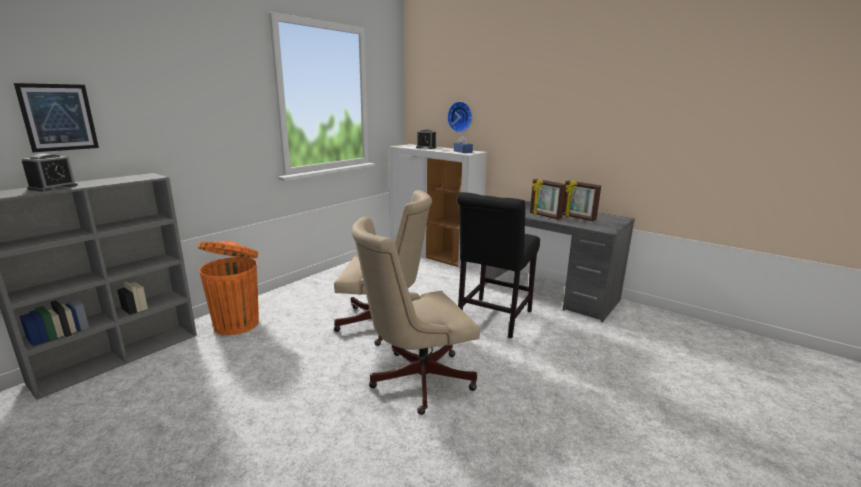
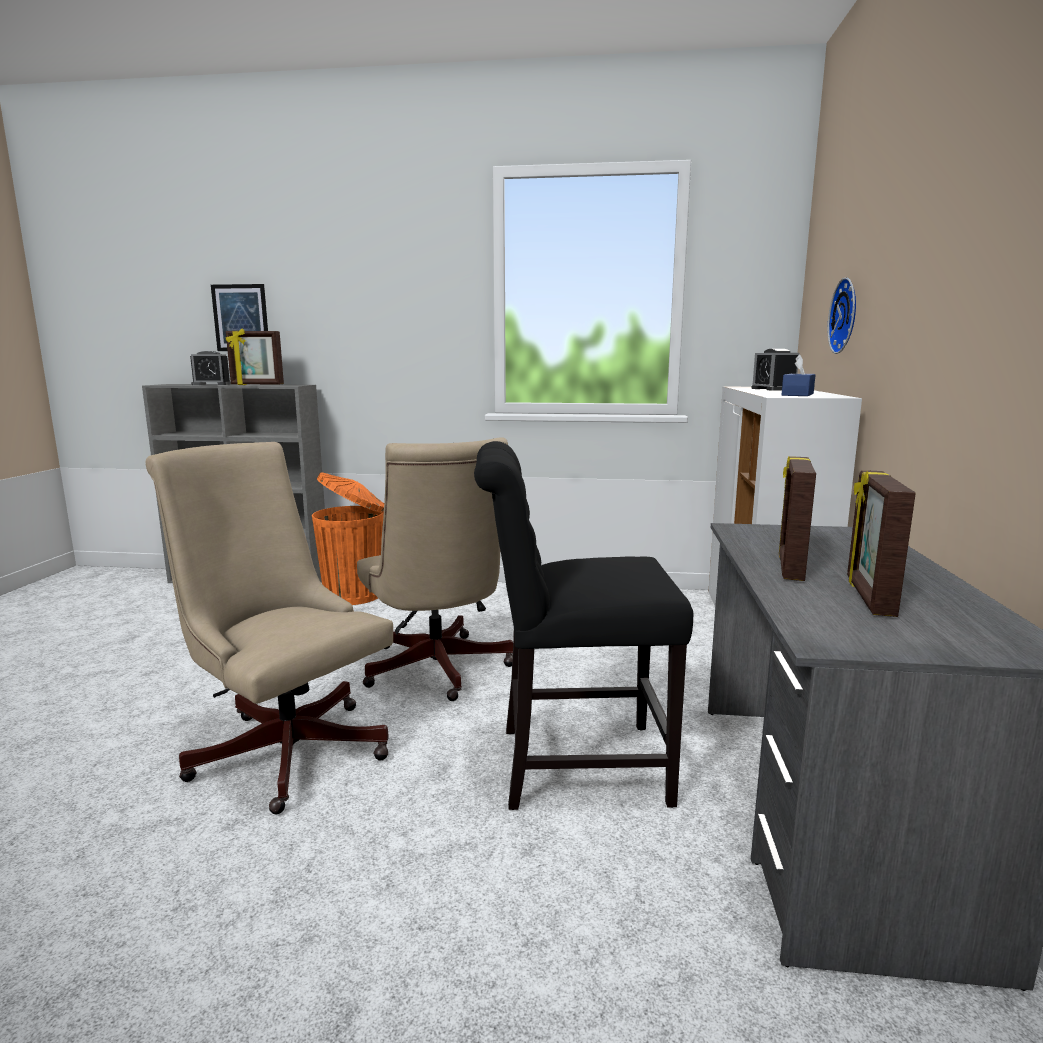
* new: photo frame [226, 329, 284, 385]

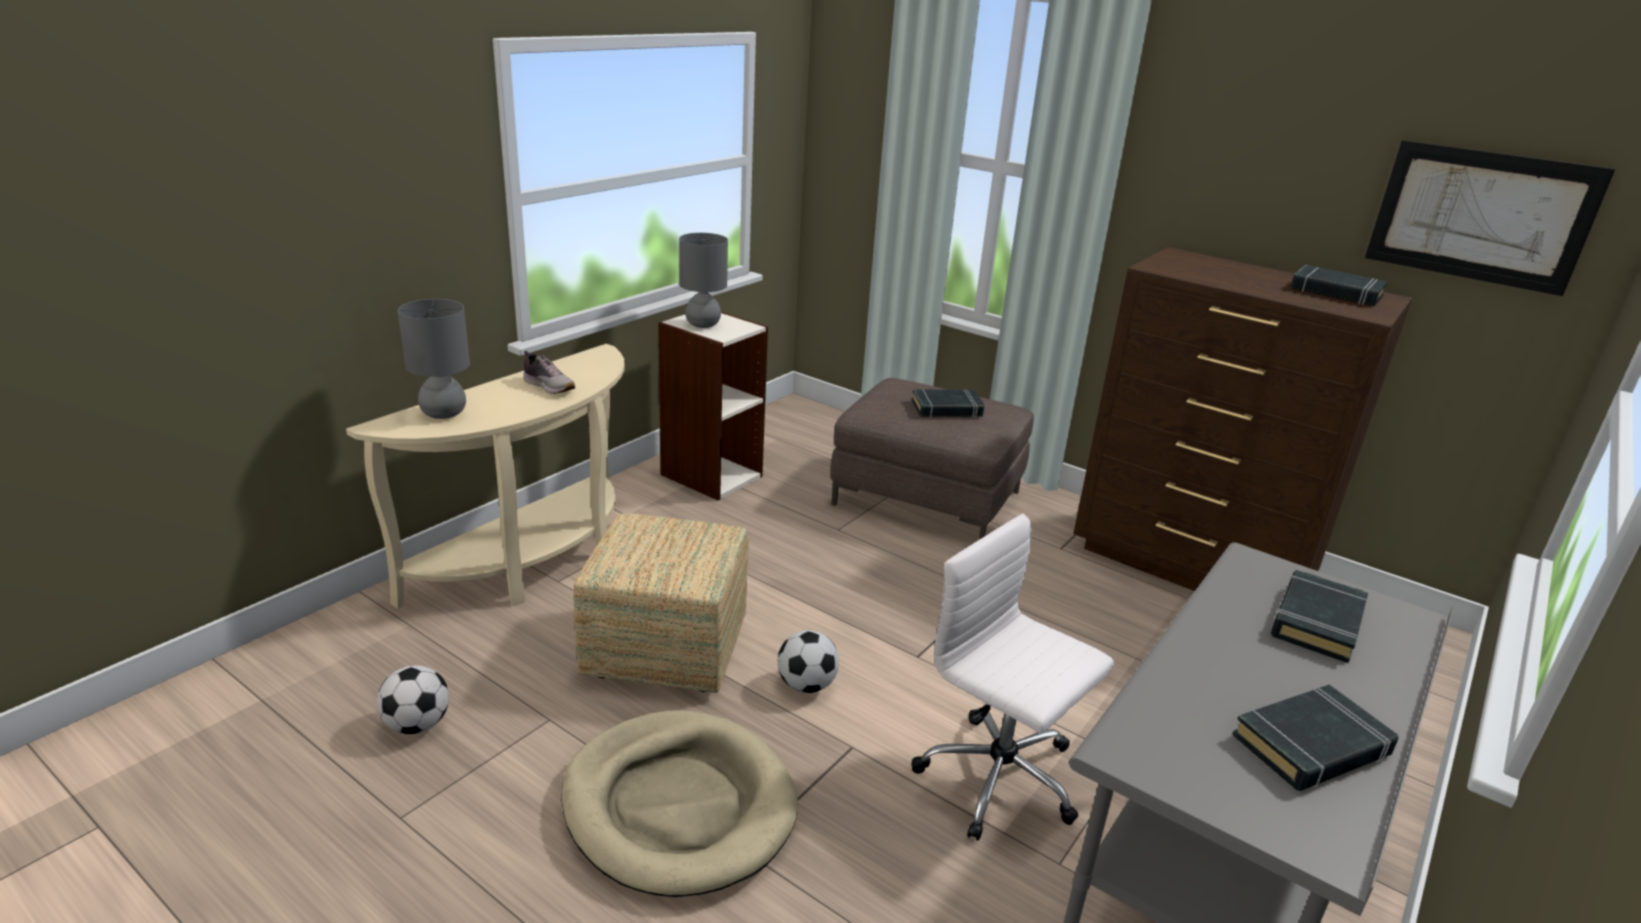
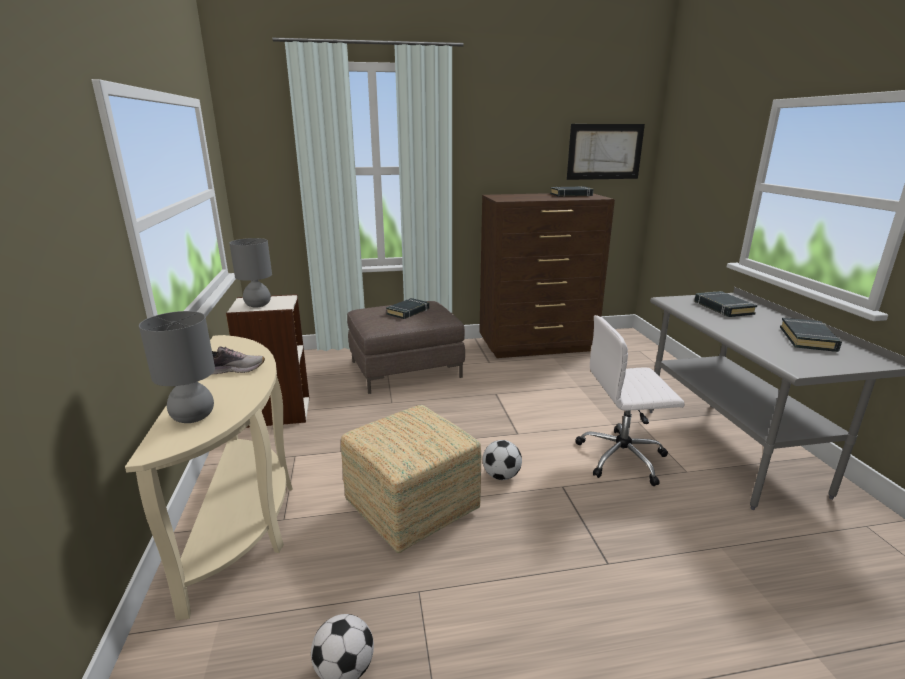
* gone: beige pet bed [561, 710, 798, 897]

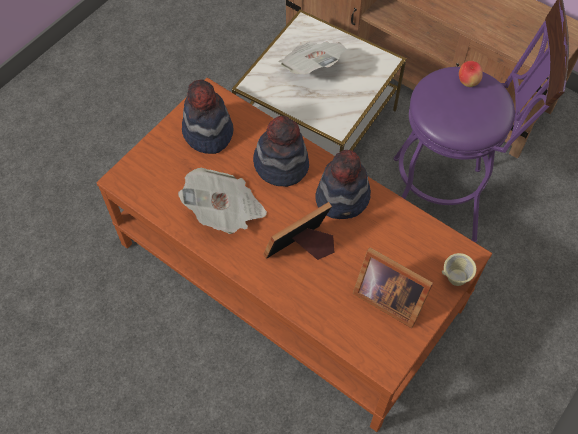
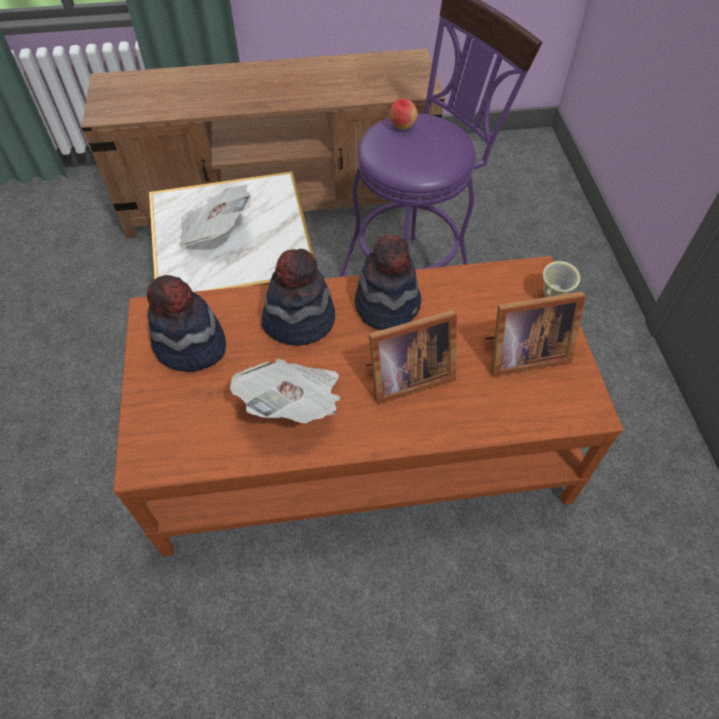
* rotated: photo frame [263, 202, 334, 260] = [366, 310, 457, 404] 120 degrees counterclockwise

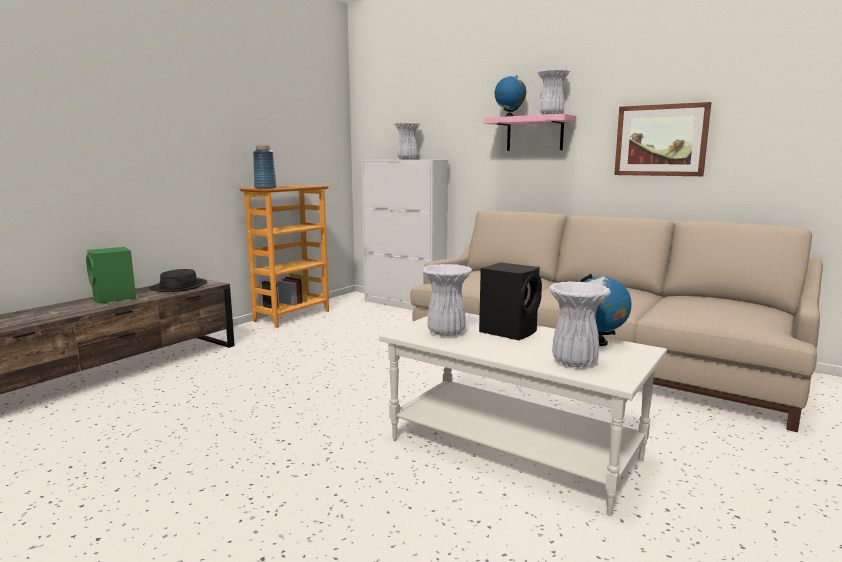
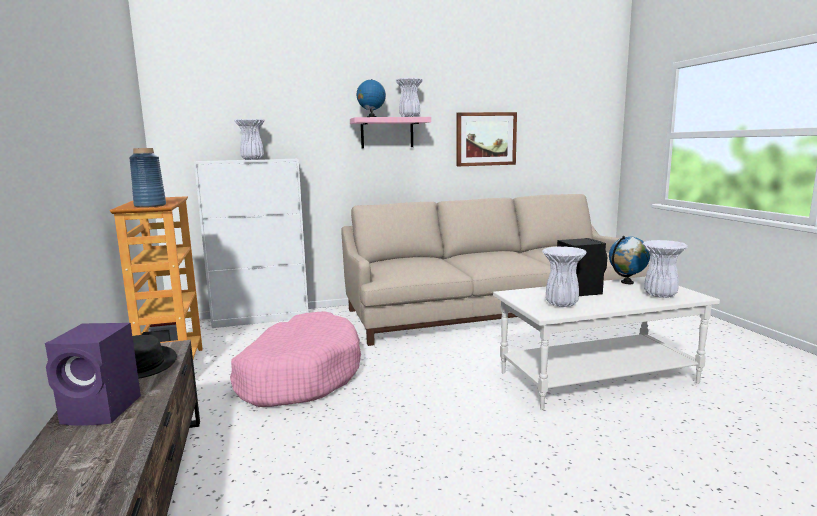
* repainted: green speaker [86, 247, 136, 304] to purple-coloured speaker [45, 323, 141, 425]
* new: pink pet bed [230, 311, 361, 407]

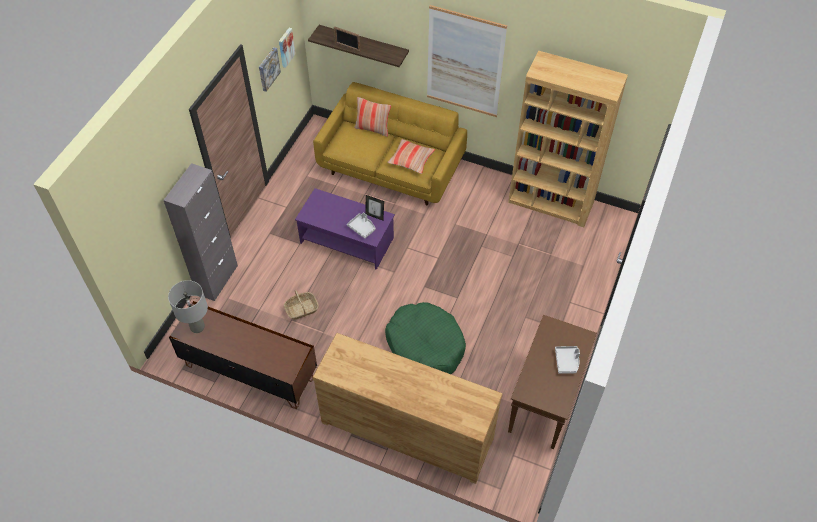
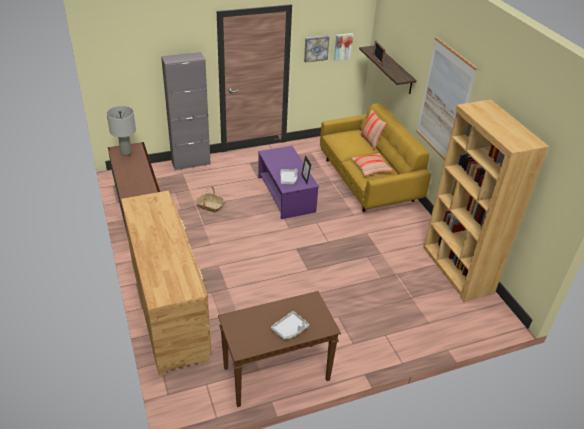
* gone: green pet bed [385, 302, 466, 374]

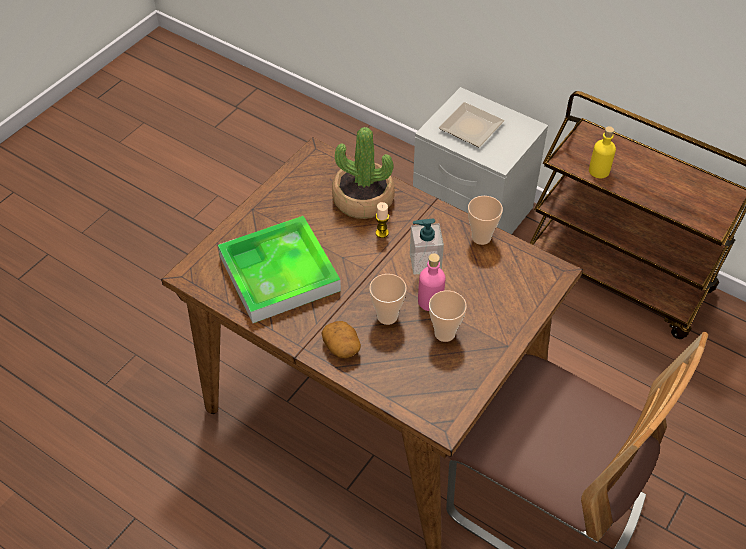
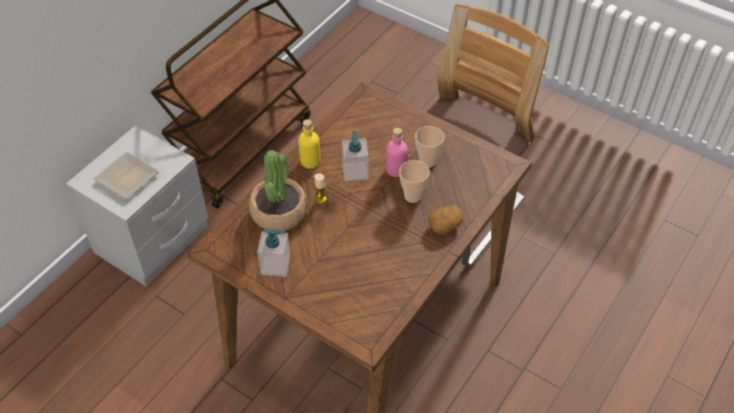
* shifted: yellow-coloured beverage bottle [589, 126, 616, 178] to [298, 119, 321, 168]
* gone: cup [468, 196, 503, 245]
* gone: tray [218, 216, 341, 323]
* new: liquid soap bottle [257, 228, 290, 277]

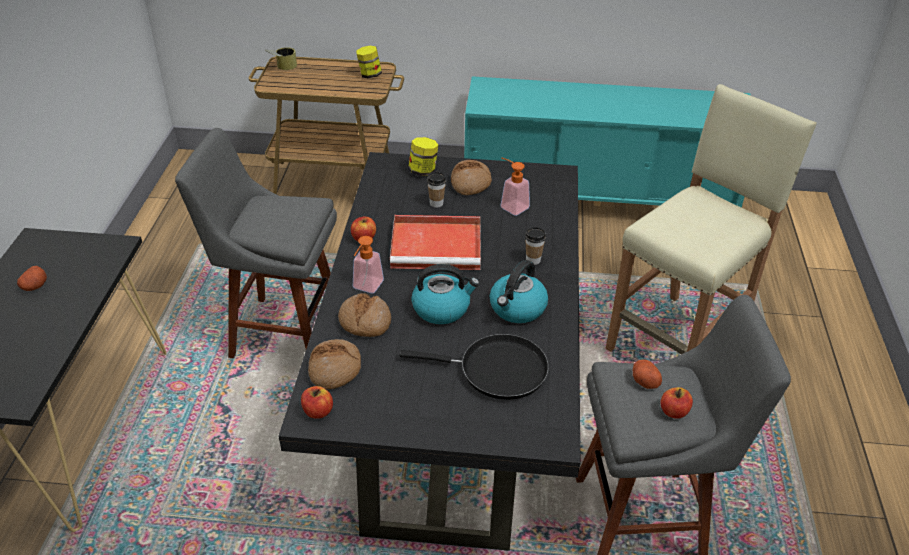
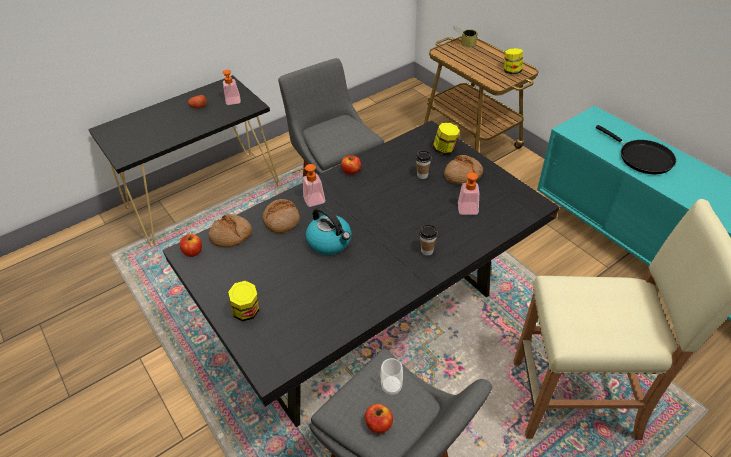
* gone: red tray [390, 215, 481, 270]
* gone: tea kettle [490, 260, 548, 323]
* shifted: blackish frying pan [399, 334, 549, 400] to [596, 125, 676, 174]
* swapped: spud [633, 359, 662, 389] to cup [381, 358, 403, 395]
* new: liquid soap bottle [222, 70, 241, 105]
* new: jar [228, 281, 259, 321]

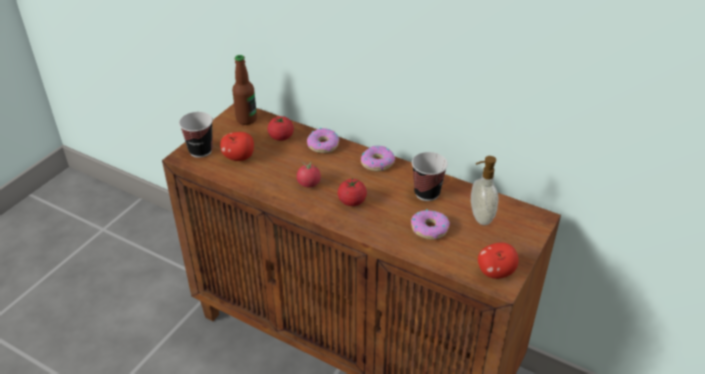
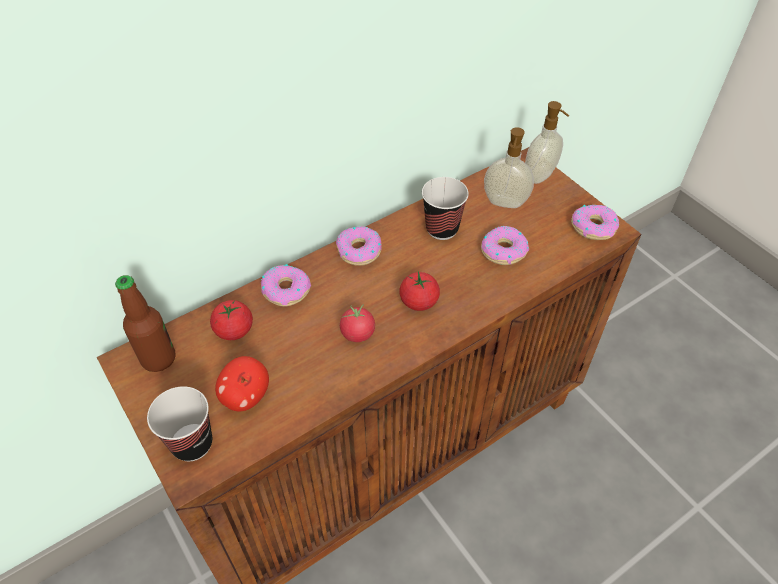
* swapped: apple [478, 243, 519, 279] to ring doughnut [571, 205, 619, 240]
* new: liquid soap bottle [525, 101, 569, 184]

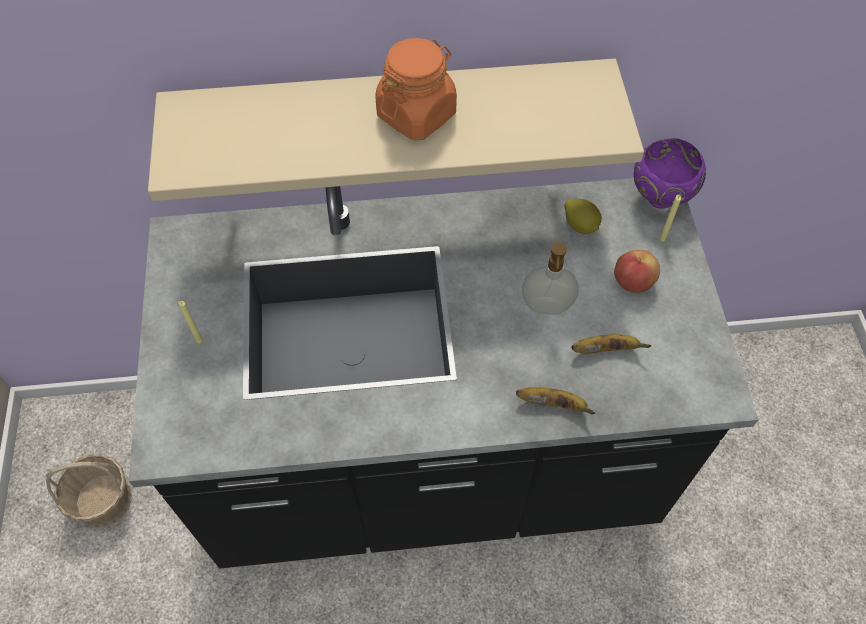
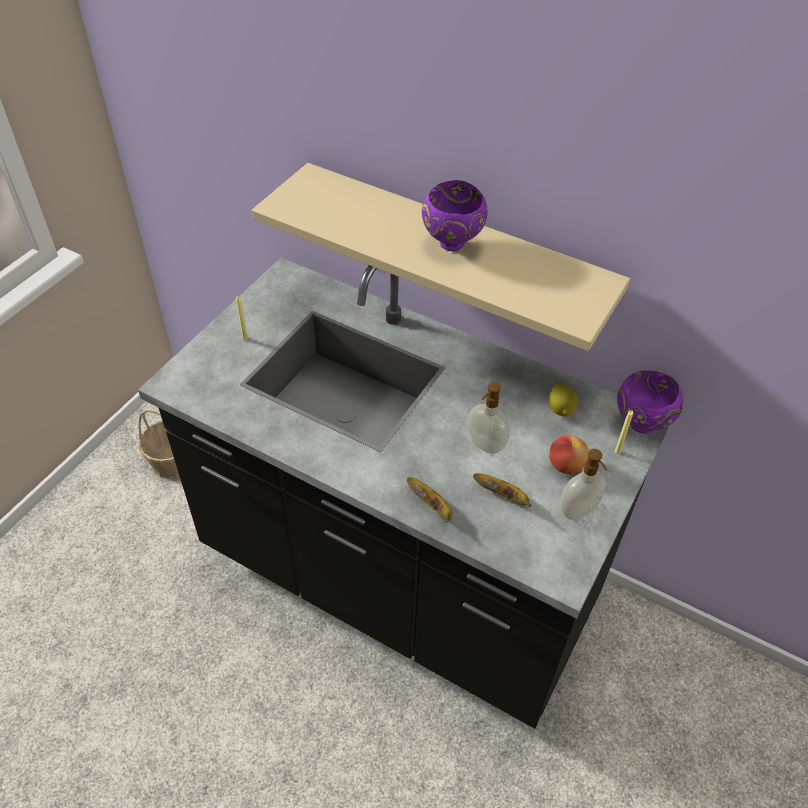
* swapped: orangey jar [375, 38, 457, 140] to purple-coloured serving bowl [422, 180, 488, 252]
* new: liquid soap bottle [560, 449, 608, 520]

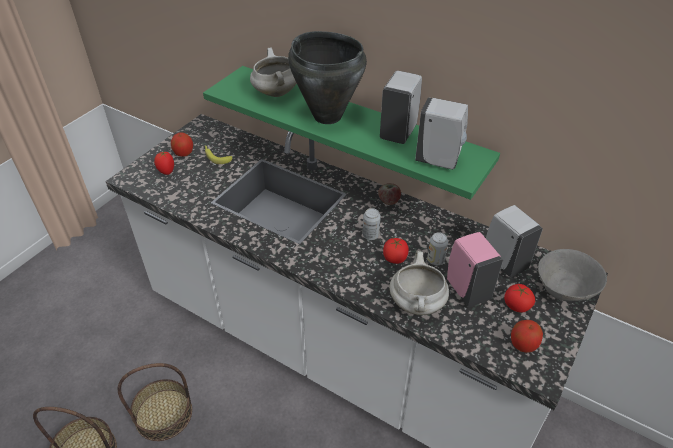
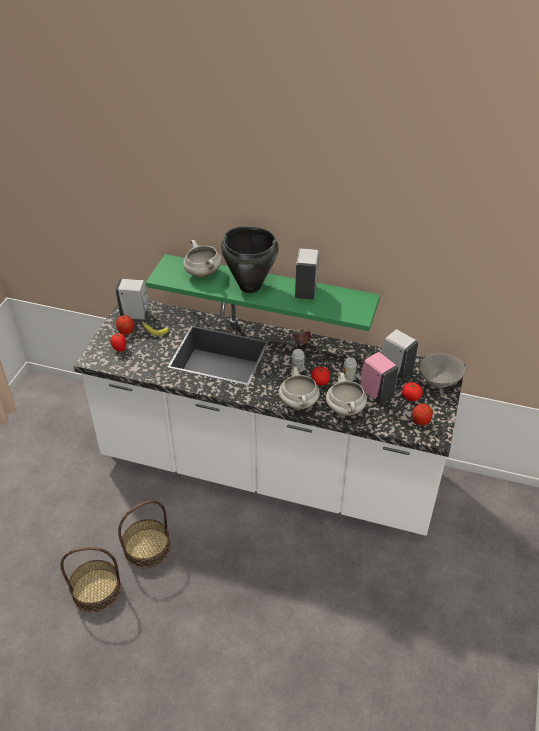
* shifted: white liquid soap bottle [415, 97, 468, 170] to [115, 279, 148, 320]
* new: white saucepot [279, 367, 320, 409]

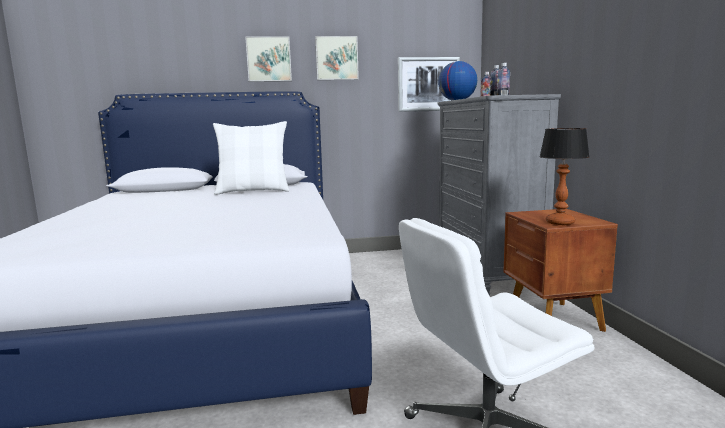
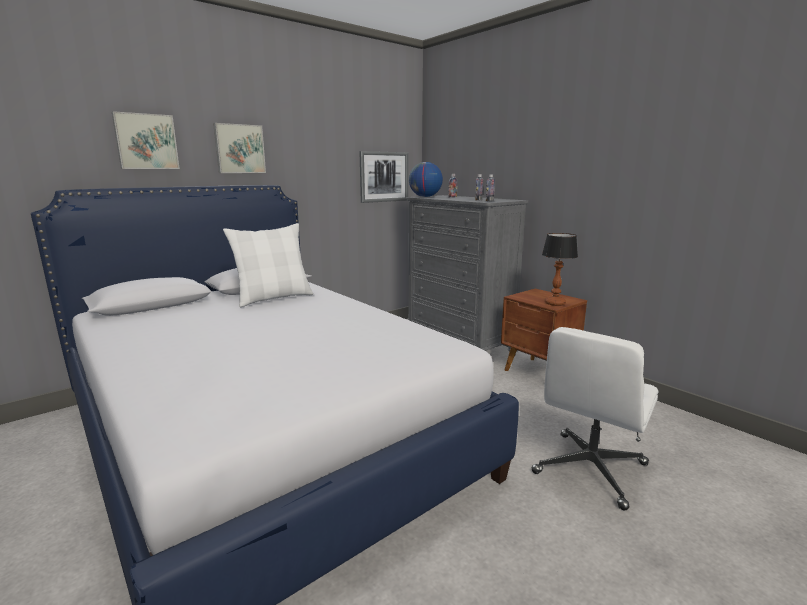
* shifted: wall picture [315, 36, 359, 80] to [112, 111, 180, 169]

